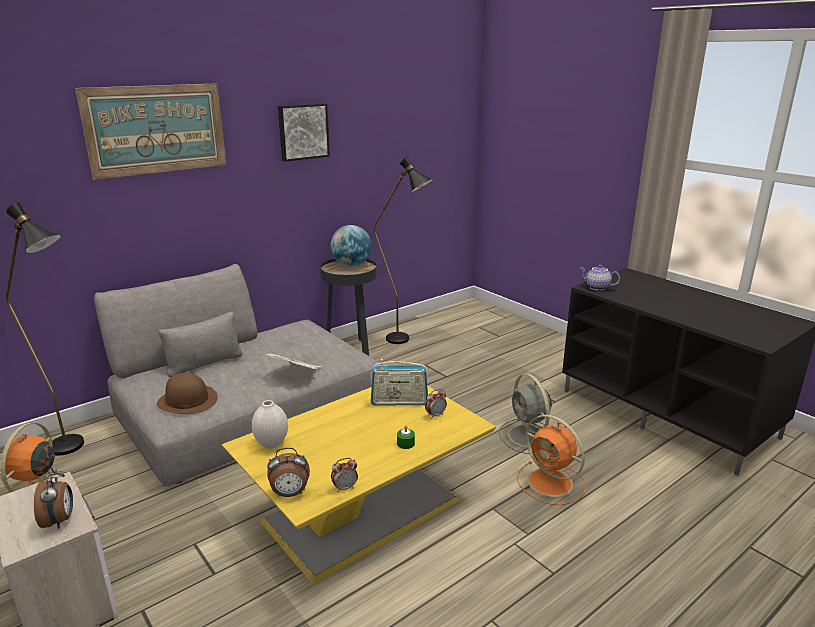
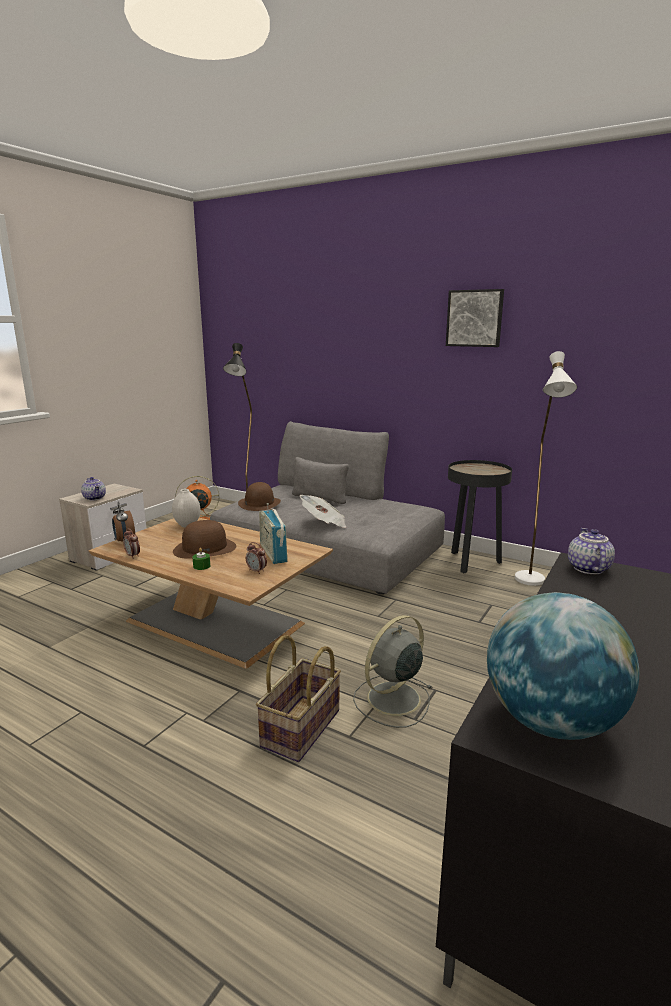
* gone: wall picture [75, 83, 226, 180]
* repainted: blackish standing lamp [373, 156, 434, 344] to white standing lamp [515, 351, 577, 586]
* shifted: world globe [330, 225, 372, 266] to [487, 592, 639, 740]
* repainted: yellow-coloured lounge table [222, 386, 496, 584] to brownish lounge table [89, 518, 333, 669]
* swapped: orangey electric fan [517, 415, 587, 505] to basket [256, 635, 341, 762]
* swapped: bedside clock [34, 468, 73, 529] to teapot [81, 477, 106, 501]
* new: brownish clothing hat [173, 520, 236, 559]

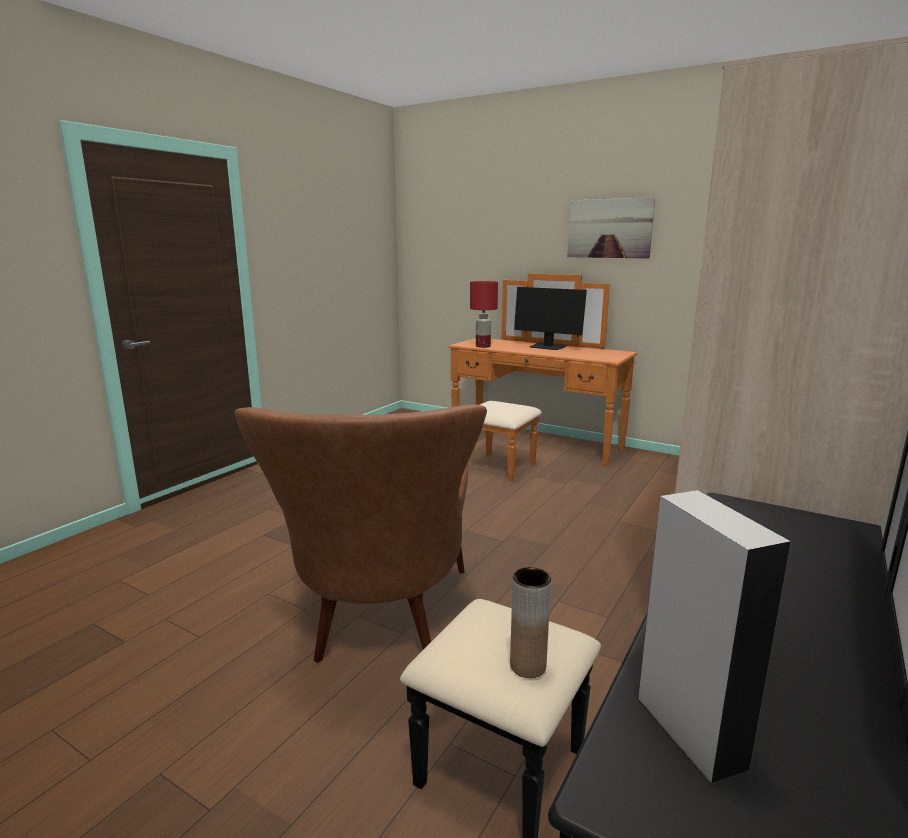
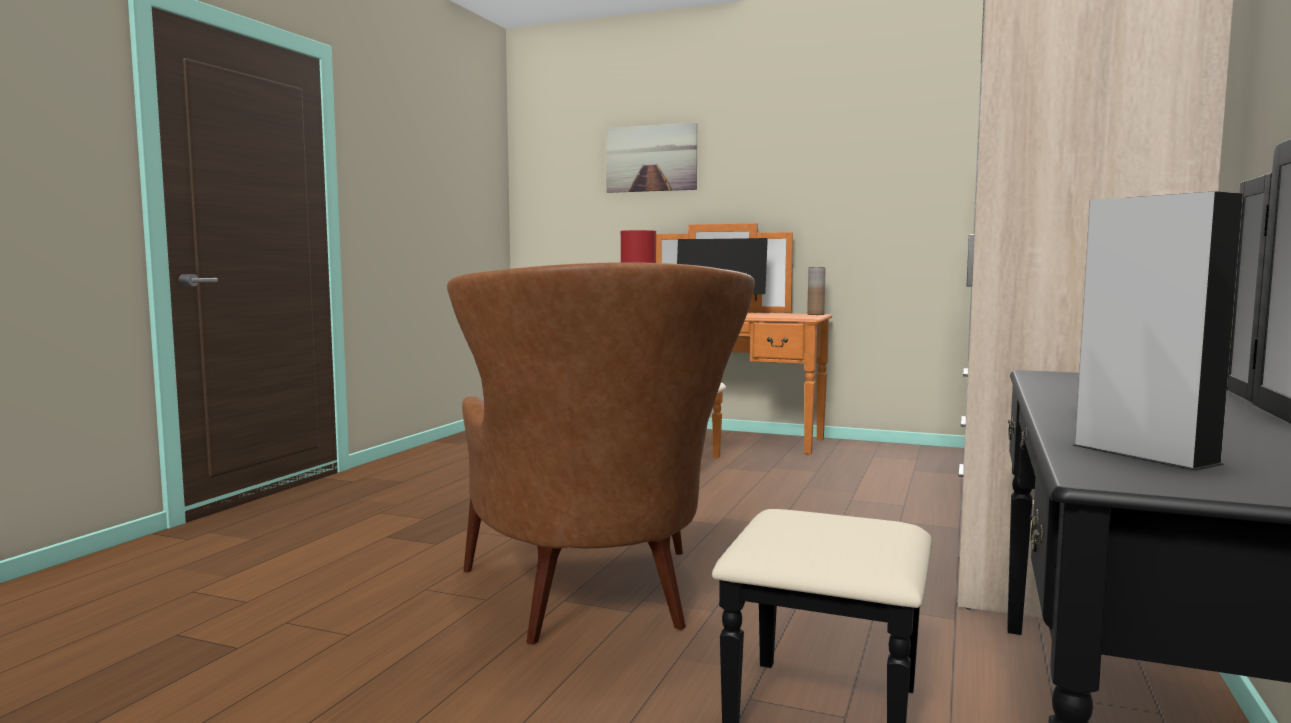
* shifted: wall picture [567, 197, 655, 258] to [606, 123, 697, 193]
* shifted: brownish decorative vase [510, 567, 551, 678] to [807, 267, 826, 315]

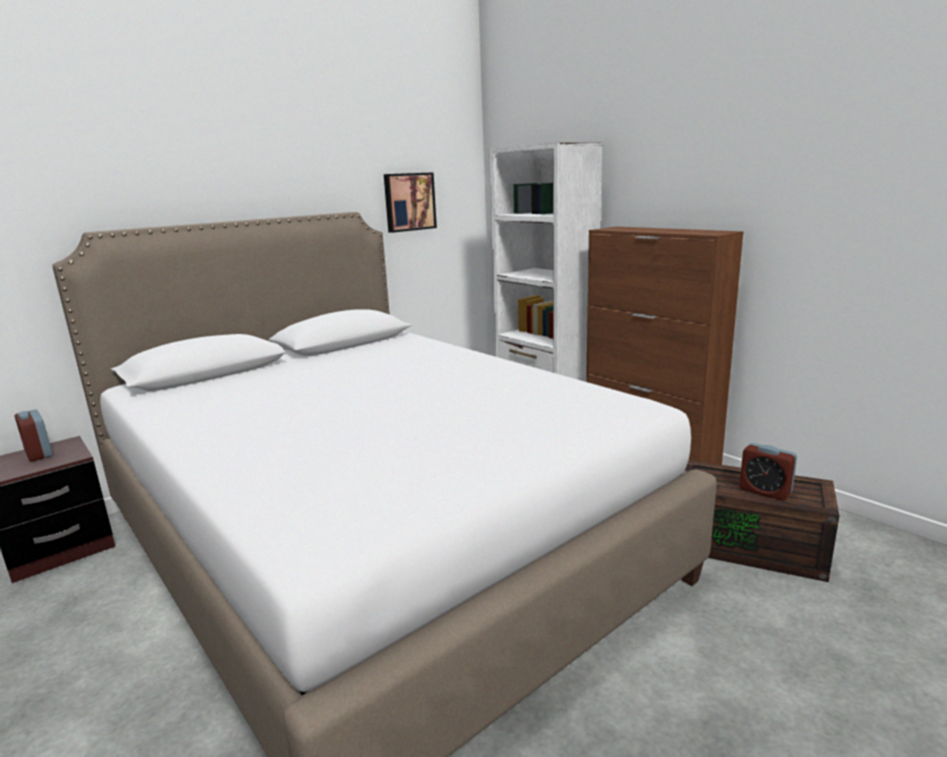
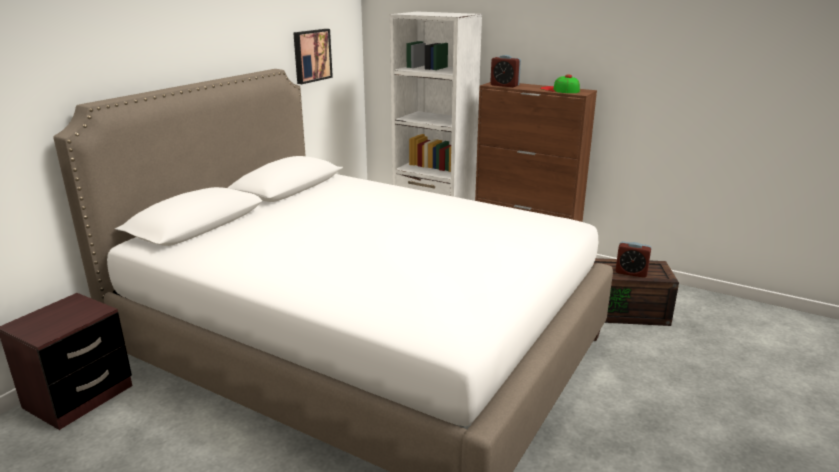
* shifted: bedside clock [15, 409, 53, 462] to [490, 55, 521, 87]
* new: peaked cap [540, 75, 580, 93]

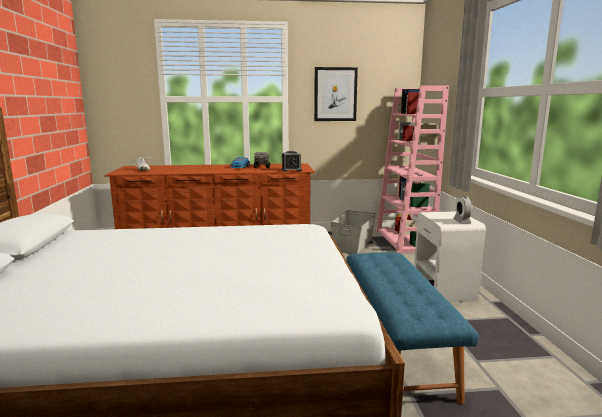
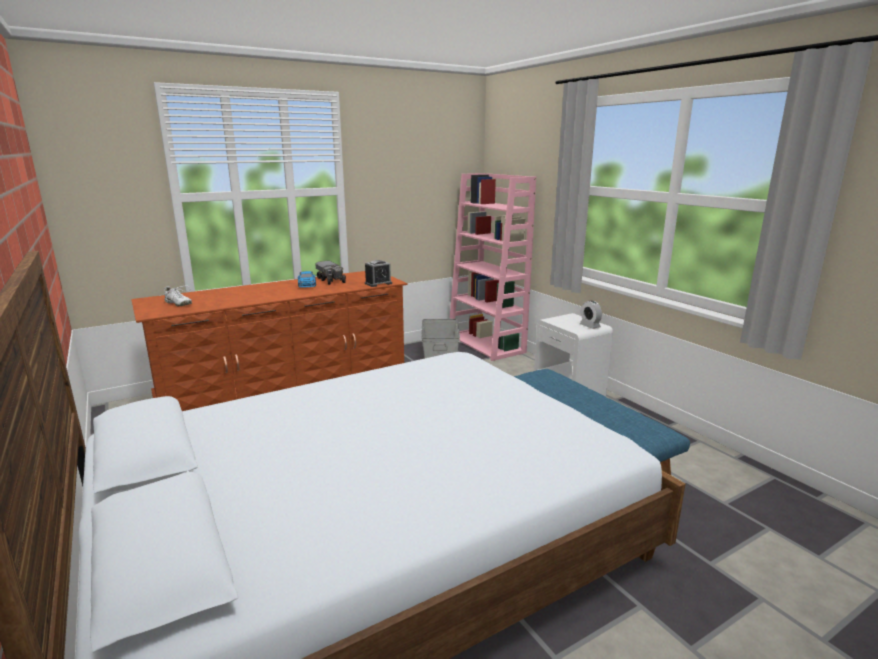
* gone: wall picture [314, 67, 358, 121]

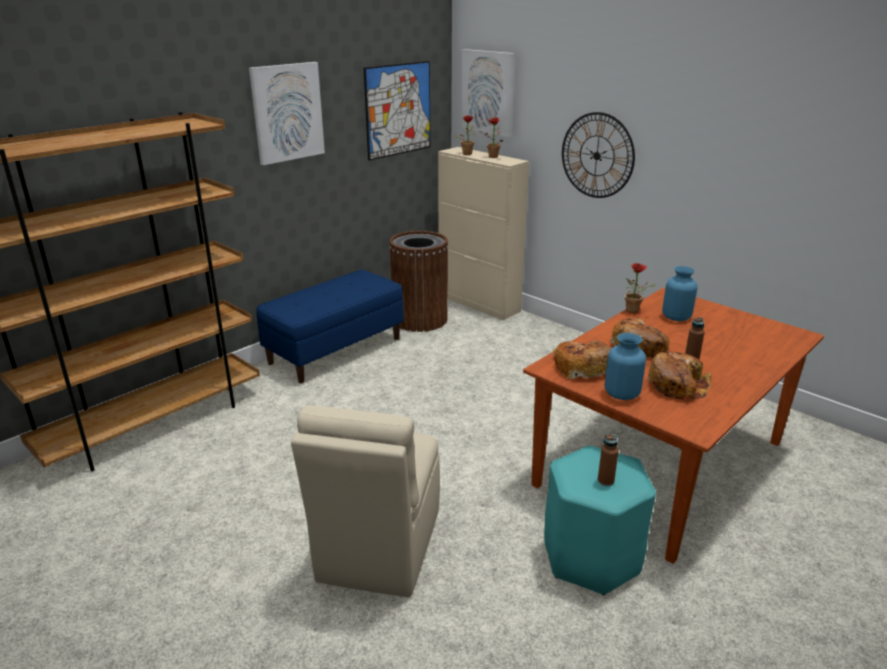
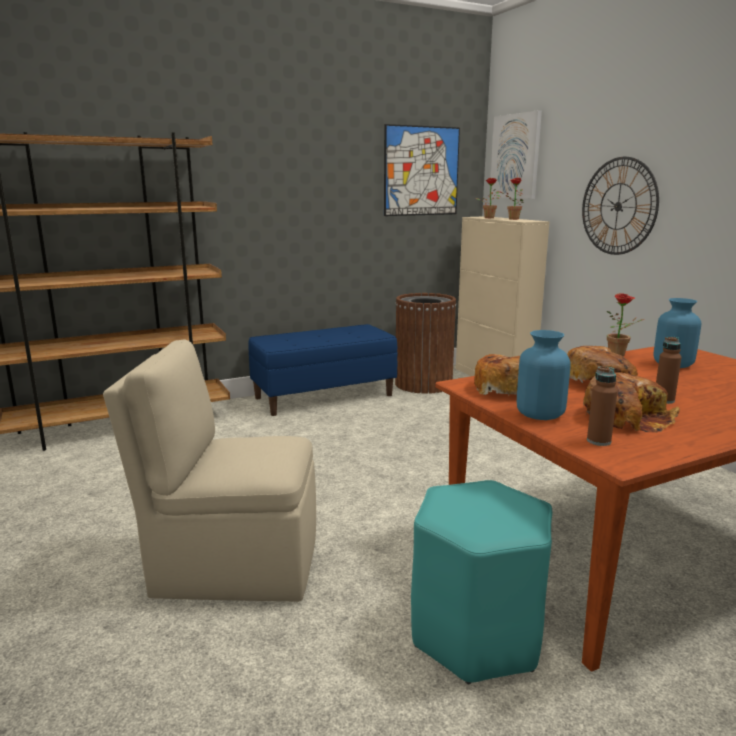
* gone: wall picture [249, 62, 325, 165]
* rotated: beige upright chair [291, 405, 440, 598] = [103, 340, 316, 602] 60 degrees clockwise
* shifted: brownish beverage bottle [598, 434, 619, 486] to [587, 366, 618, 446]

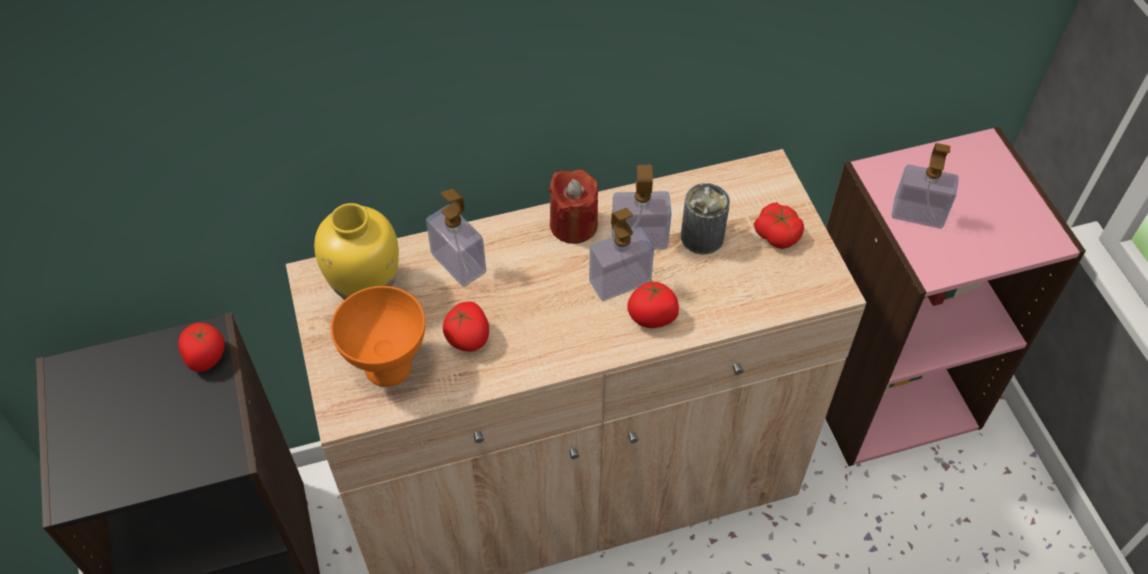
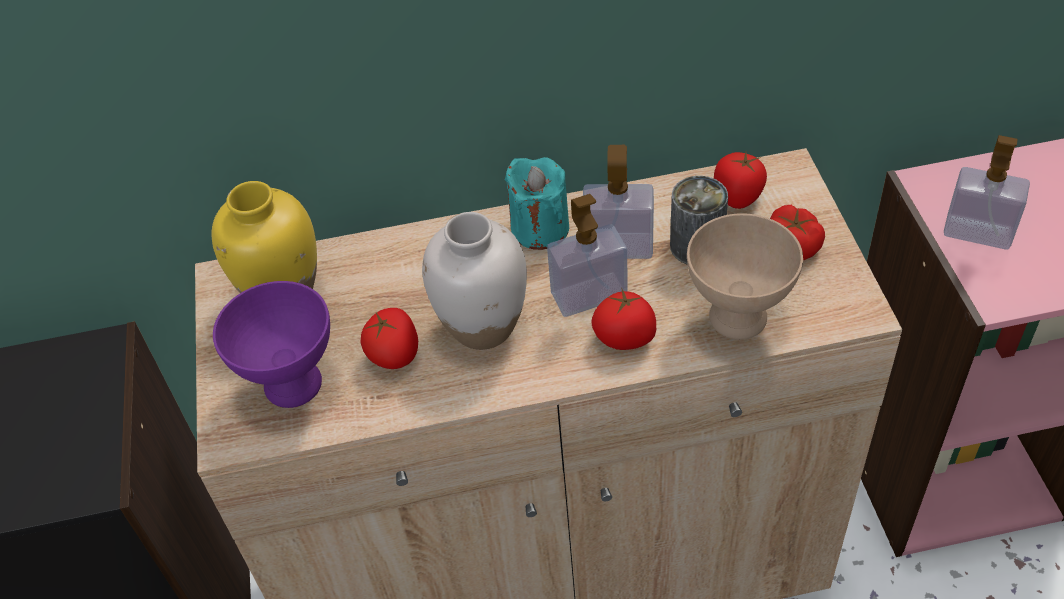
* repainted: red candle [549, 169, 598, 244] to turquoise candle [505, 157, 569, 250]
* gone: liquid soap bottle [426, 189, 486, 287]
* repainted: orangey serving bowl [331, 286, 425, 387] to purple-coloured serving bowl [213, 281, 330, 408]
* shifted: whole tomato [178, 323, 224, 372] to [714, 152, 767, 209]
* new: white decorative vase [422, 212, 527, 350]
* new: beige serving bowl [687, 213, 803, 340]

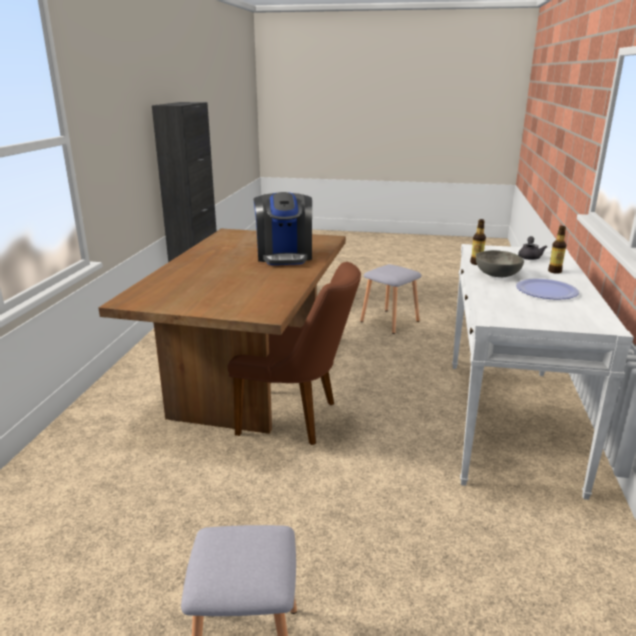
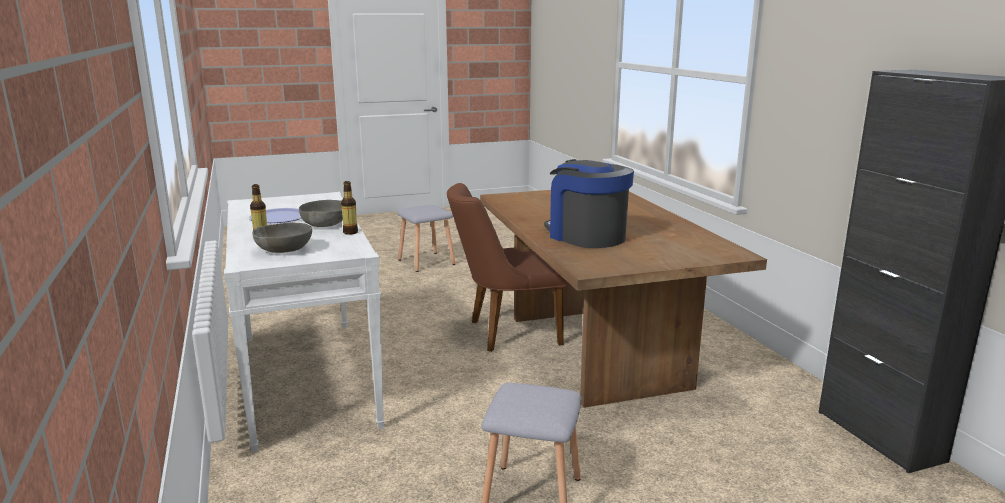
* swapped: grey teapot [518, 236, 547, 260] to grey serving bowl [252, 223, 312, 253]

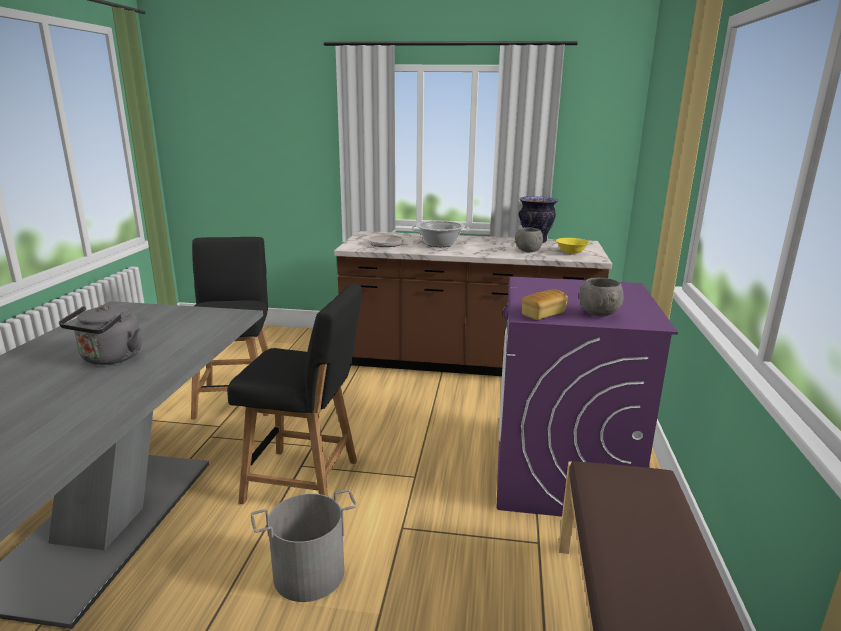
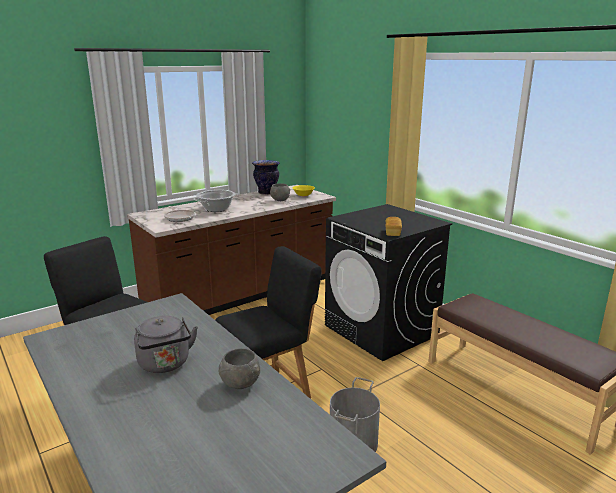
* repainted: purple-coloured laundry appliance [497, 277, 678, 517] to blackish laundry appliance [325, 204, 452, 361]
* shifted: grey serving bowl [579, 278, 623, 317] to [219, 348, 261, 389]

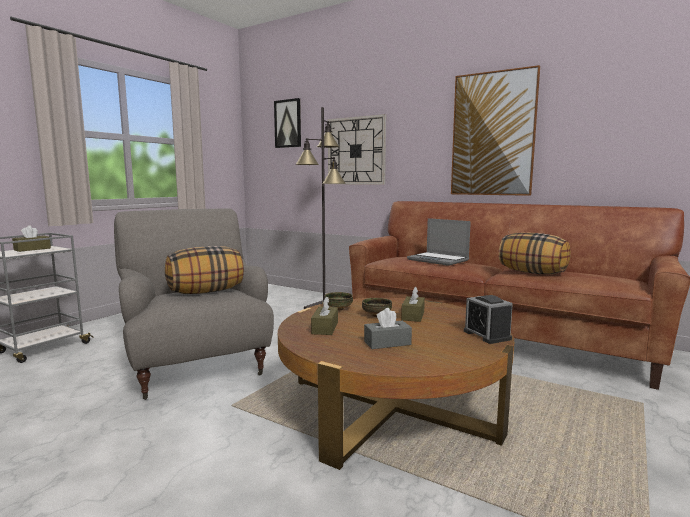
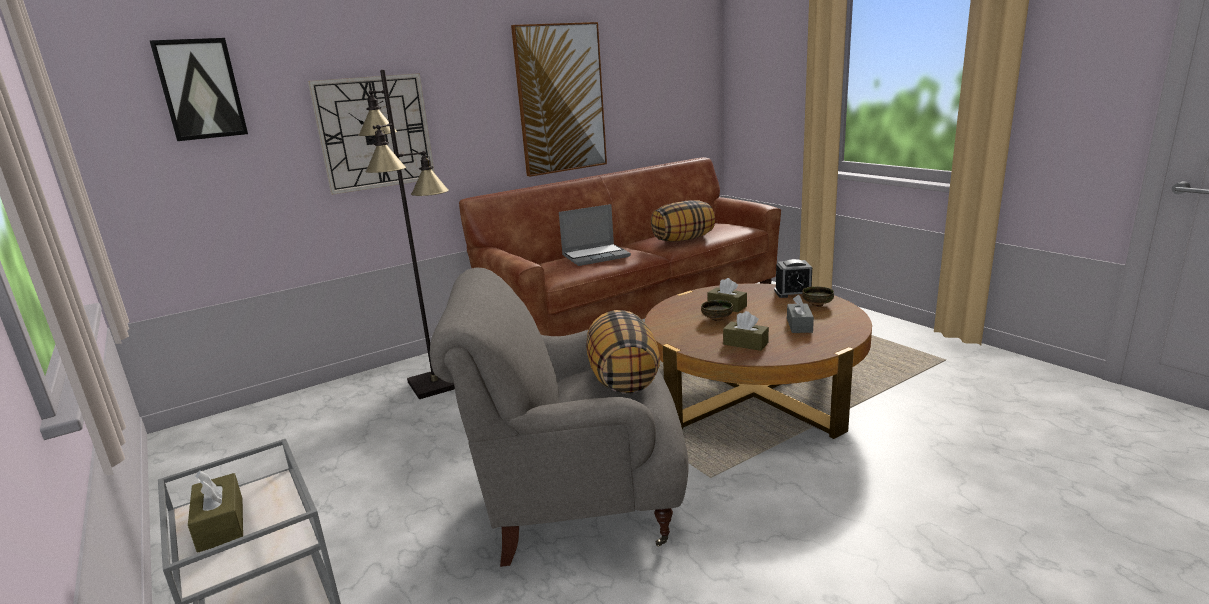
* shifted: serving bowl [324, 292, 353, 311] to [802, 286, 834, 307]

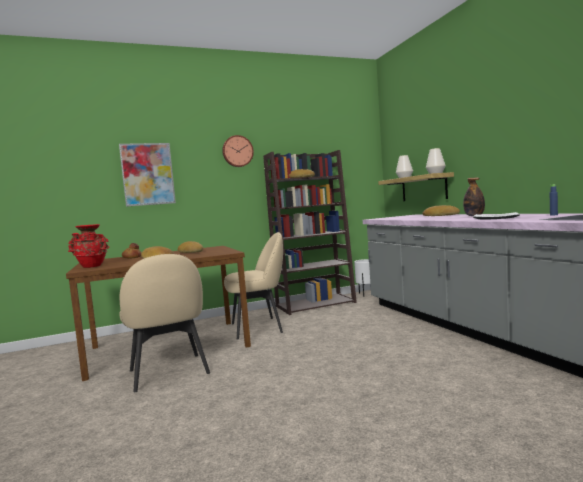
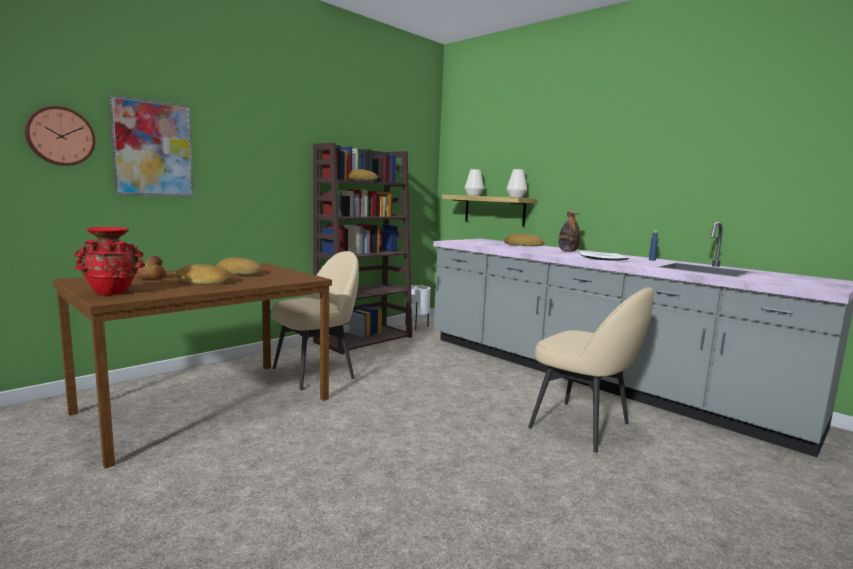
* shifted: wall clock [222, 135, 254, 167] to [25, 106, 96, 166]
* shifted: beige upright chair [119, 254, 210, 392] to [528, 287, 654, 453]

